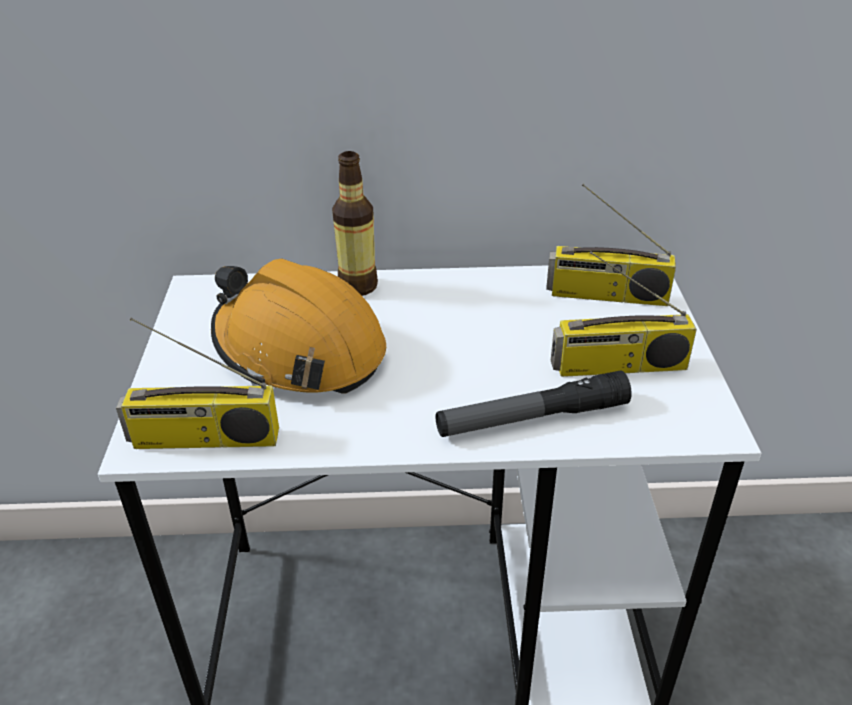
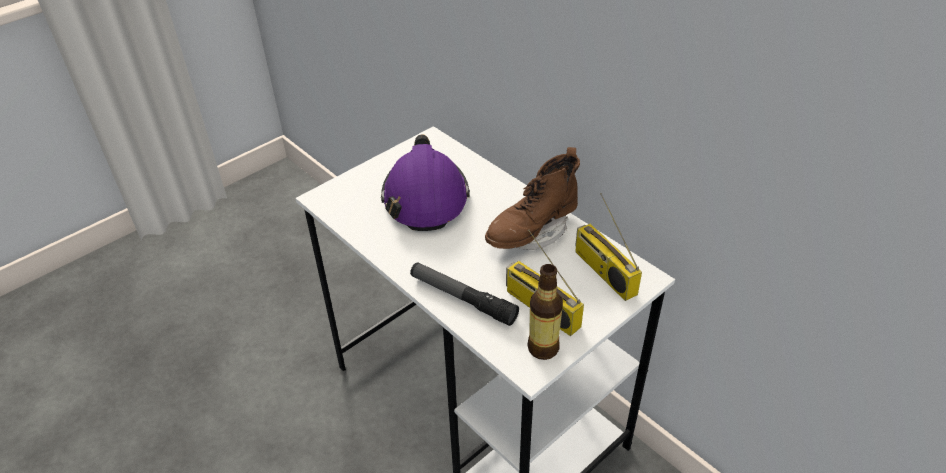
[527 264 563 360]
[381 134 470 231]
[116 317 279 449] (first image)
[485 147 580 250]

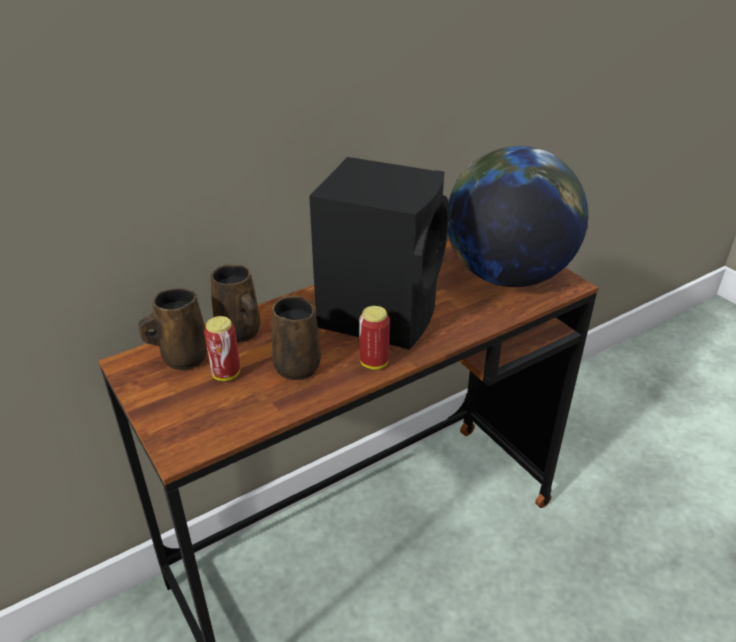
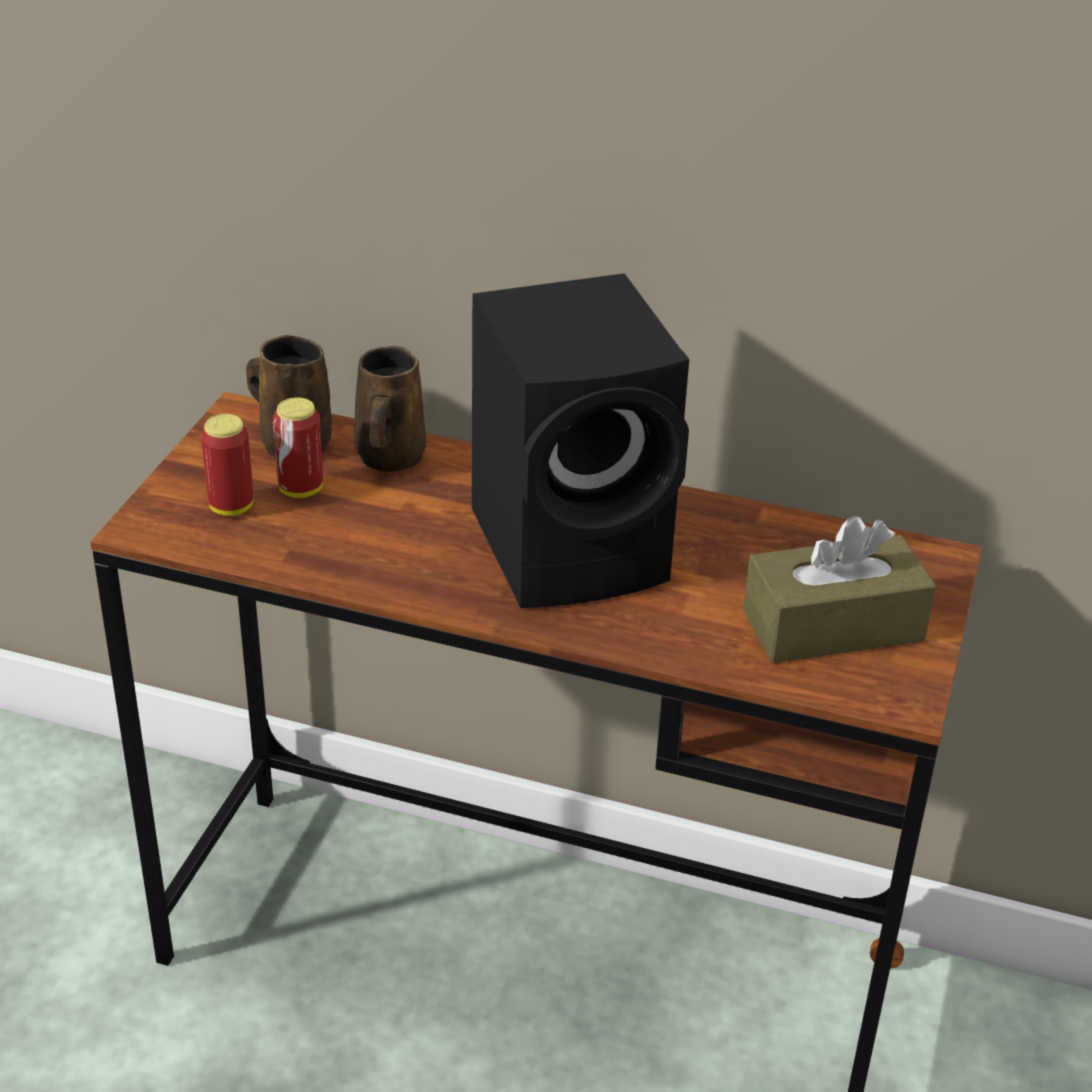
[743 516 936 663]
[272 296 321 380] (first image)
[201 414 253 516]

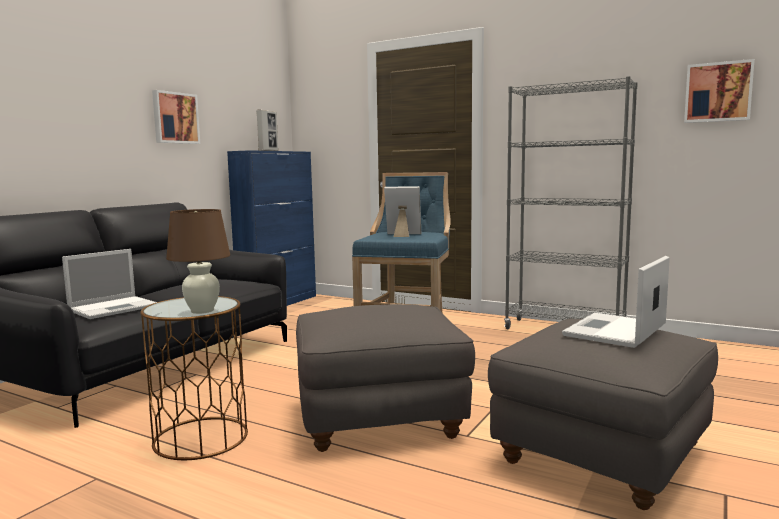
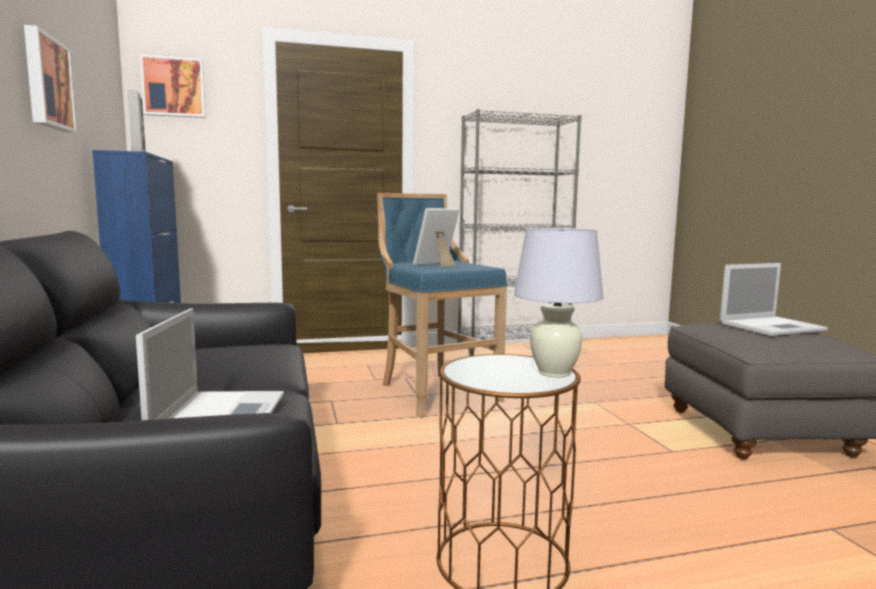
[140 54 206 118]
[514 228 603 377]
[720 263 828 336]
[296 304 475 452] (first image)

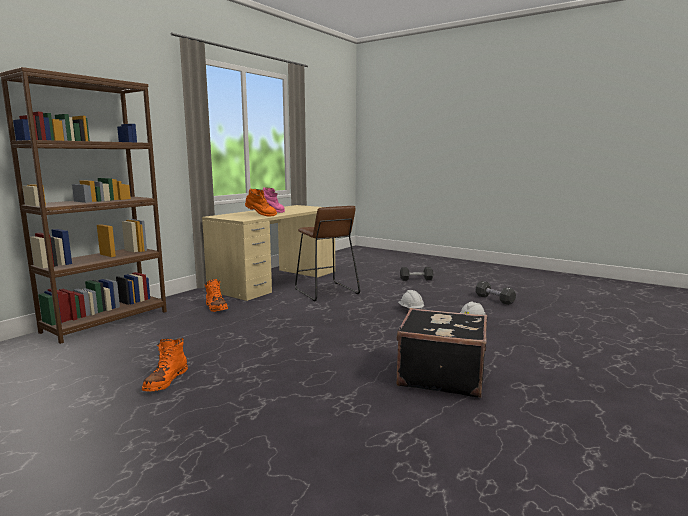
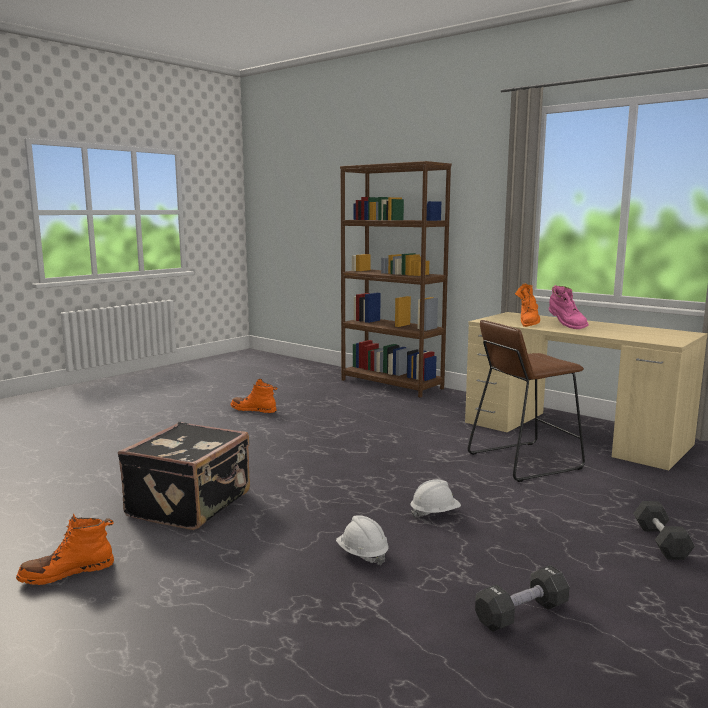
[16 514 114 585]

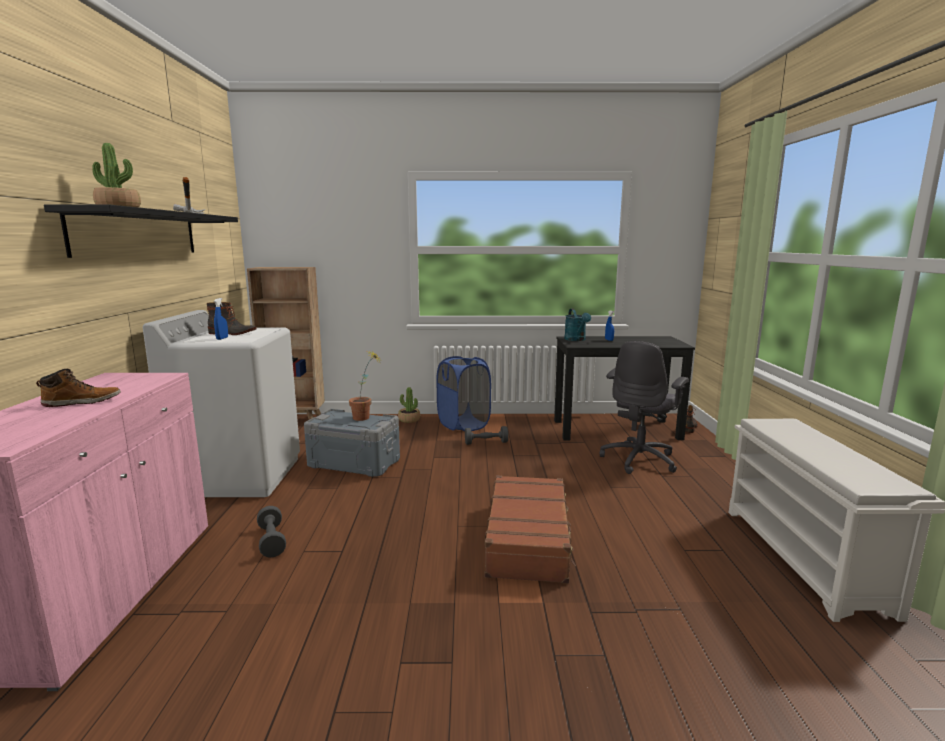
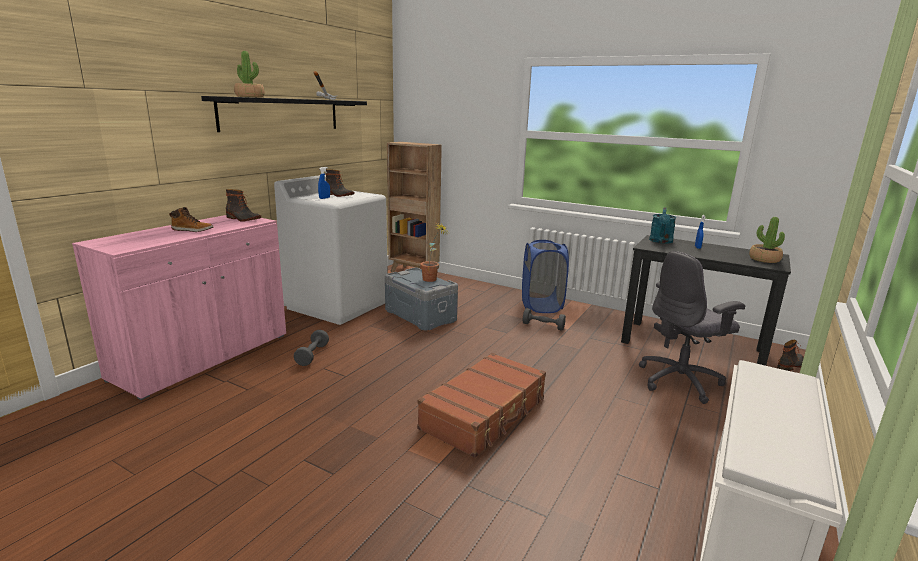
[749 217 785 263]
[226 189 262 222]

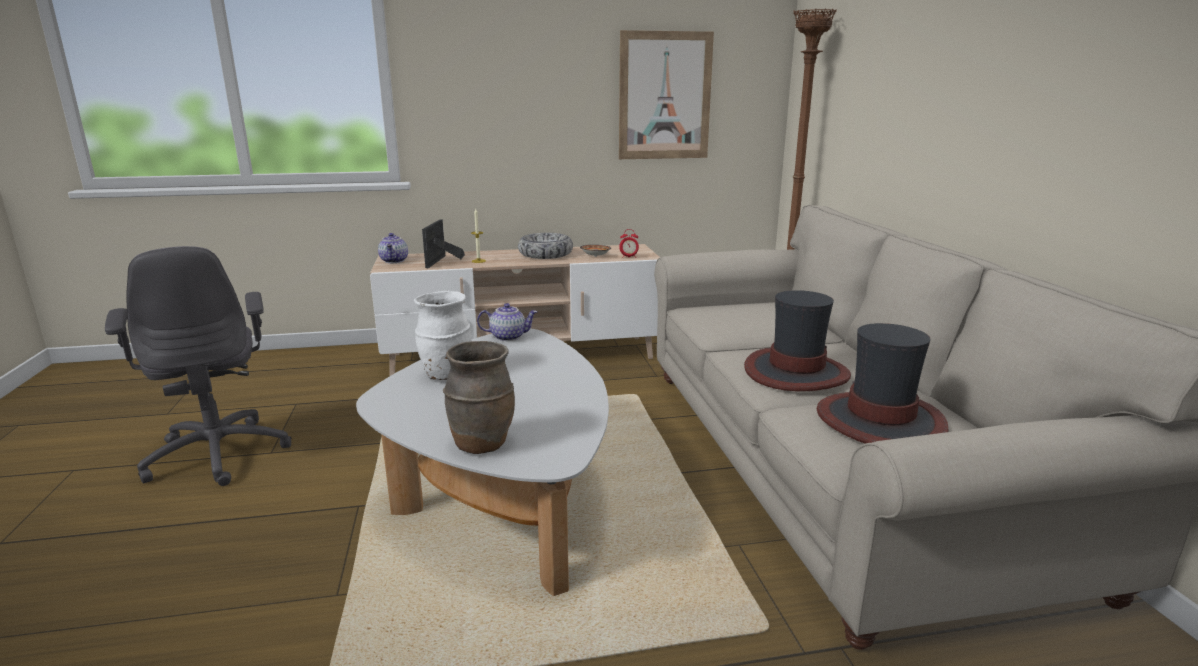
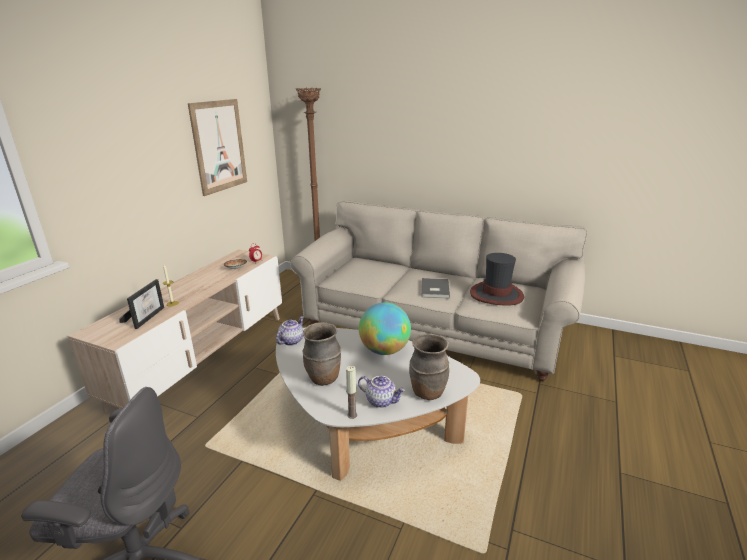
[119 279 164 329]
[358 376 405 408]
[518 233 573 259] (first image)
[422 278 450 299]
[302 323 341 386]
[359 302 411 355]
[346 366 357 419]

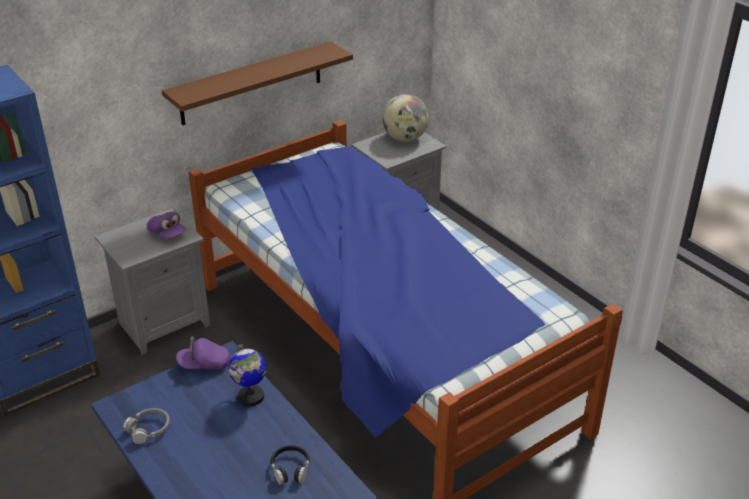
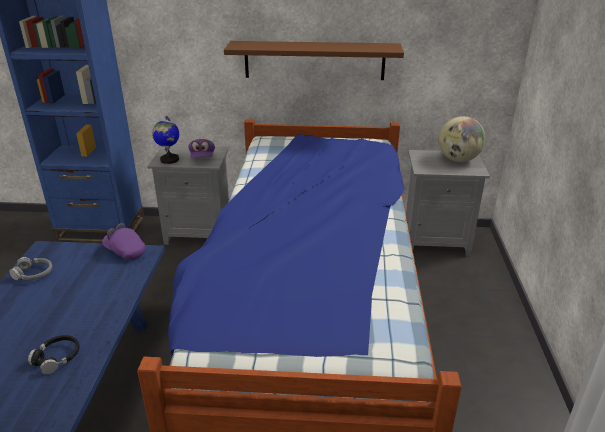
[152 116 179 164]

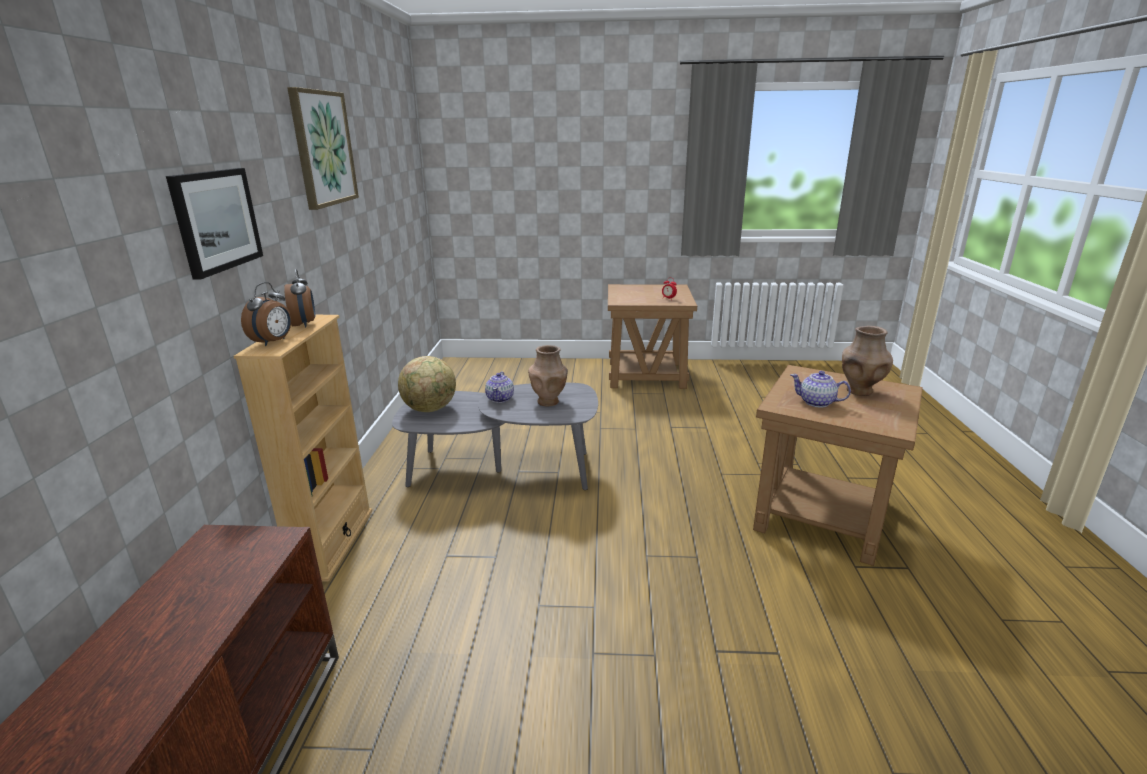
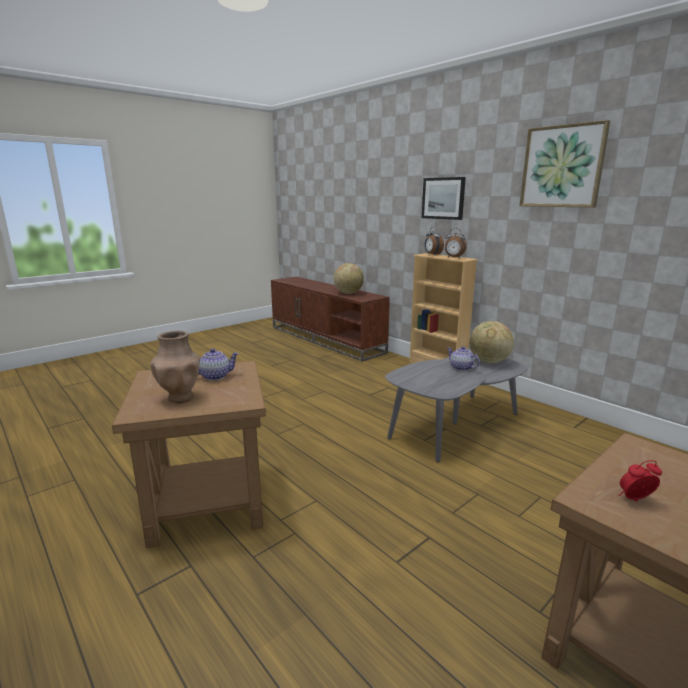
[528 345 568 406] (first image)
[333 263 364 294]

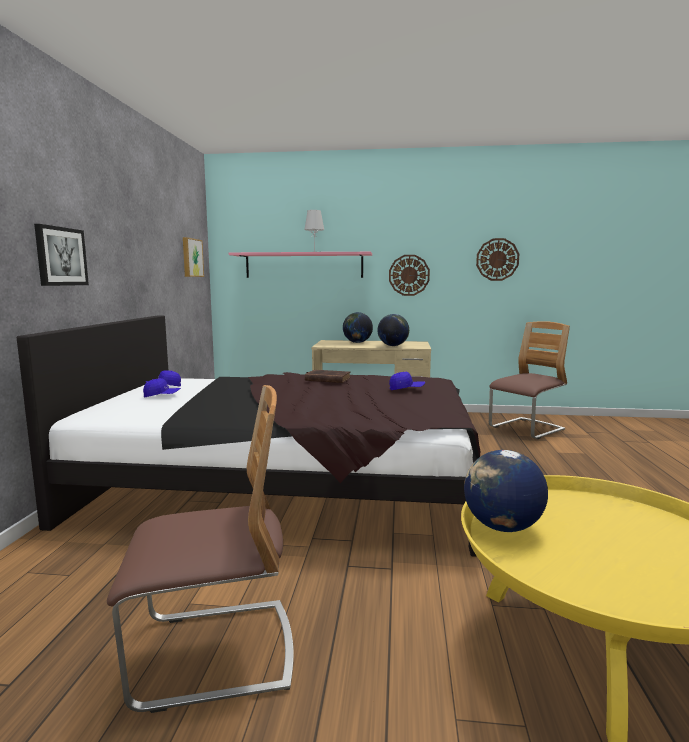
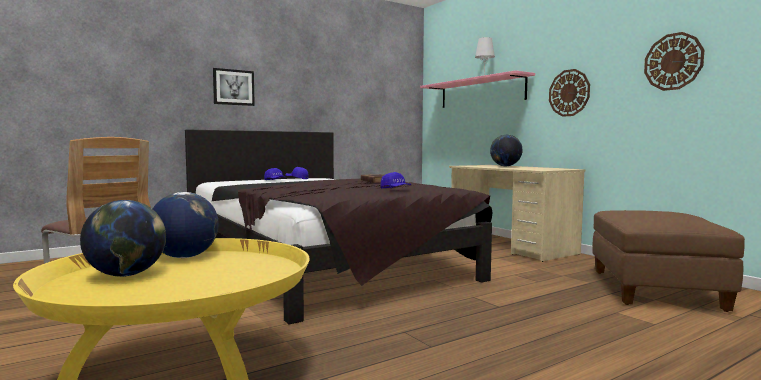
[183 237 204 277] (first image)
[80 200 166 277]
[592 210 745 312]

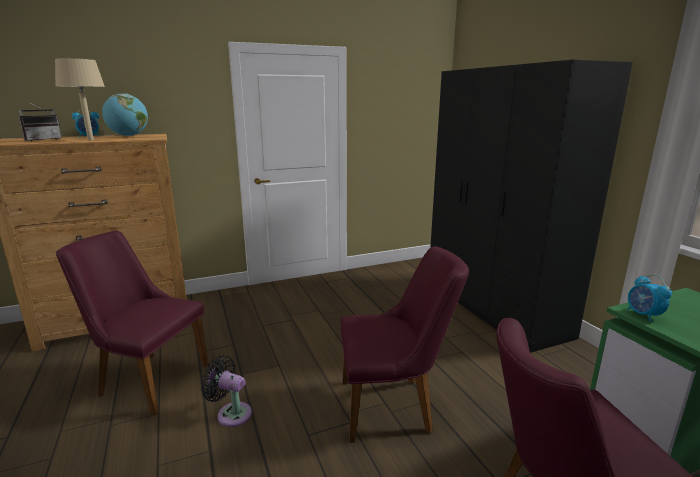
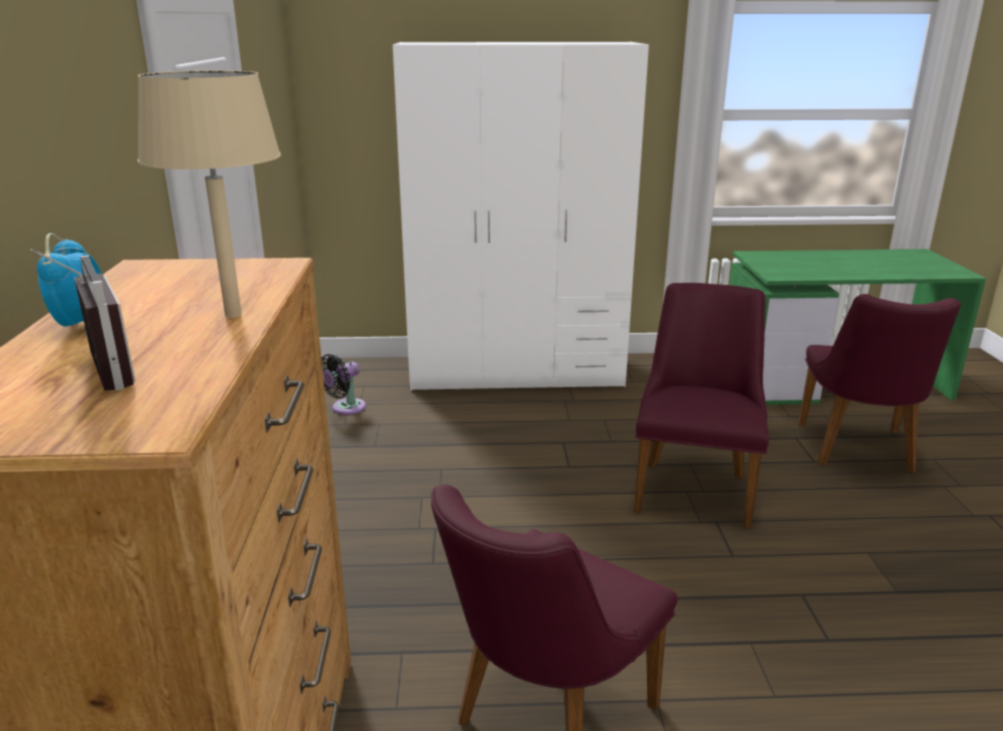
[393 42 649 390]
[102 94 148 136] (first image)
[627 275 672 322] (first image)
[321 354 366 415]

